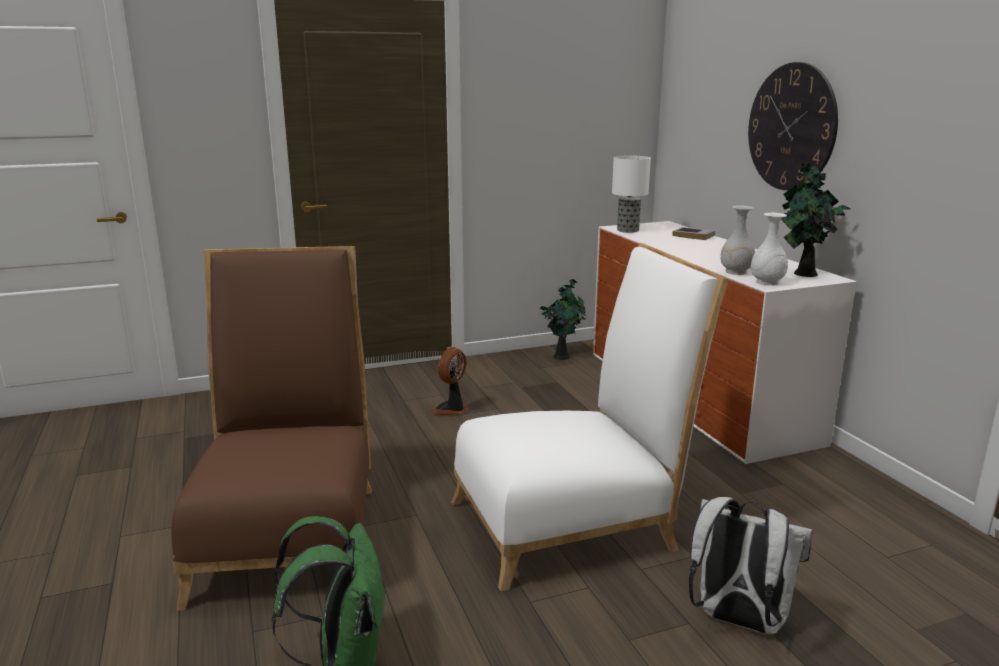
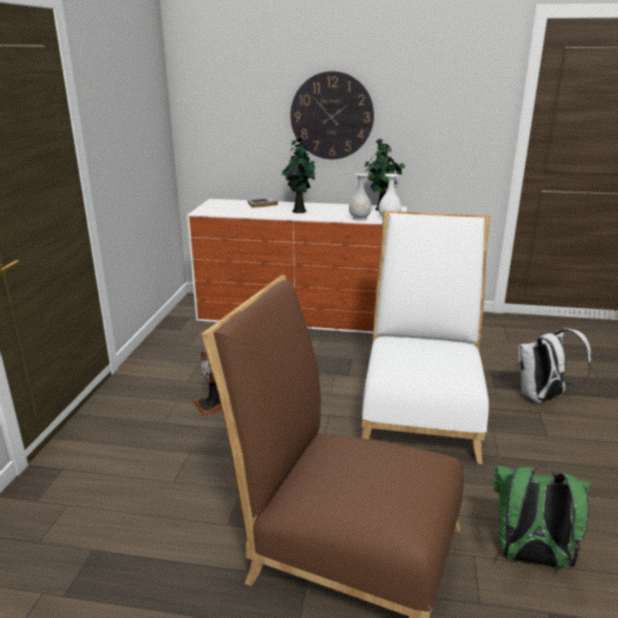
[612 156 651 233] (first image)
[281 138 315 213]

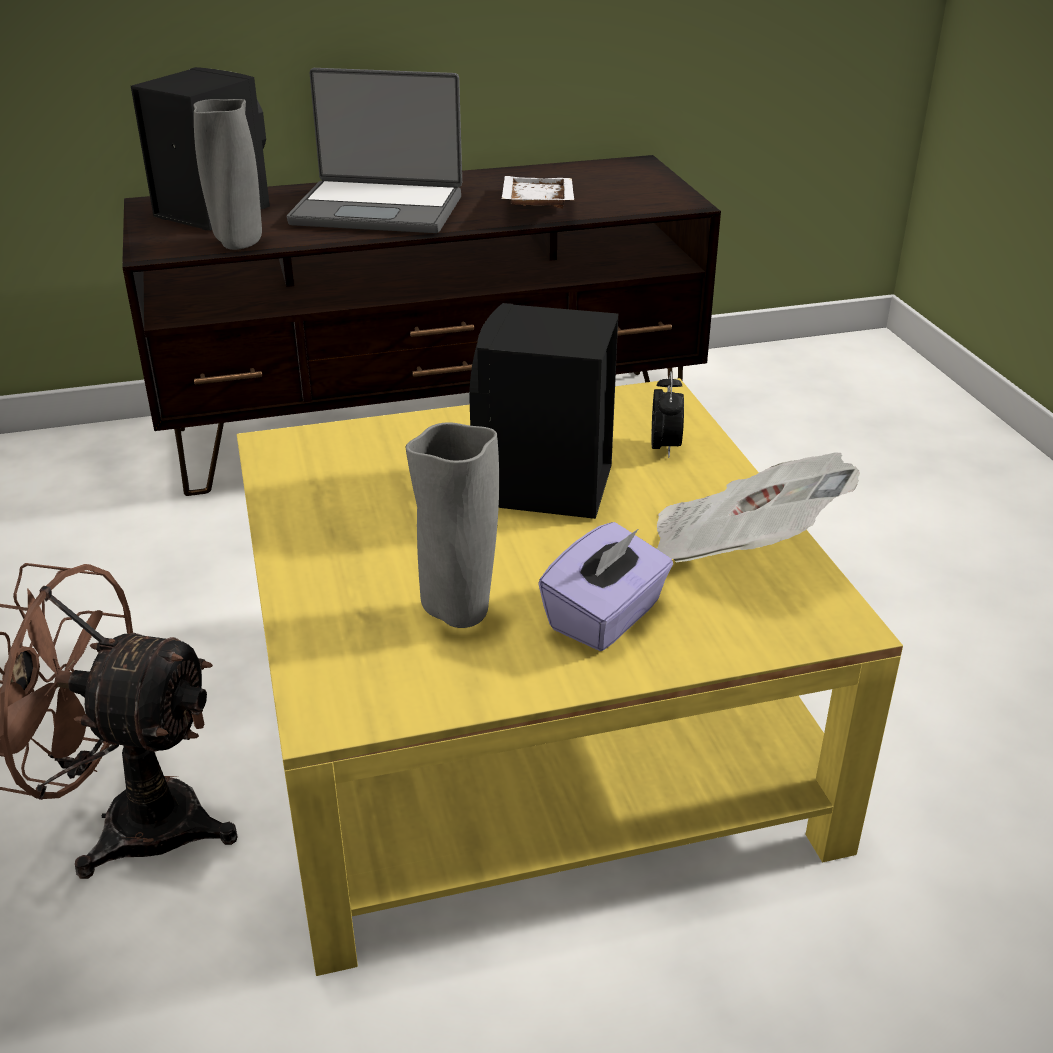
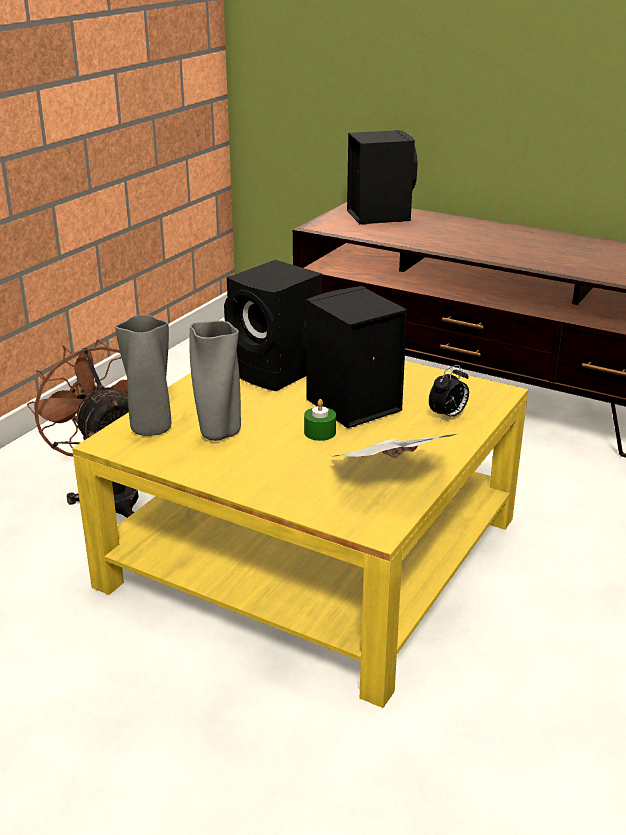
[287 68 462 233] (first image)
[115 315 171 436]
[502 176 574 209] (first image)
[538 522 673 651] (first image)
[224 260 322 391]
[304 399 336 441]

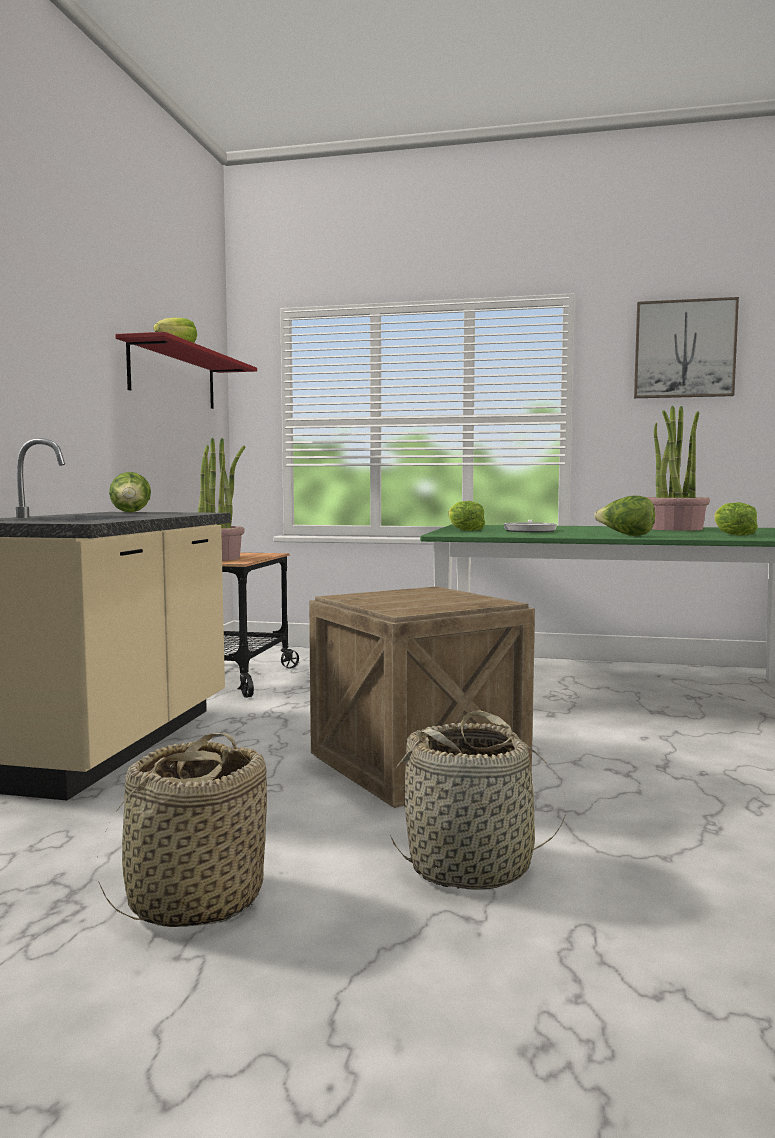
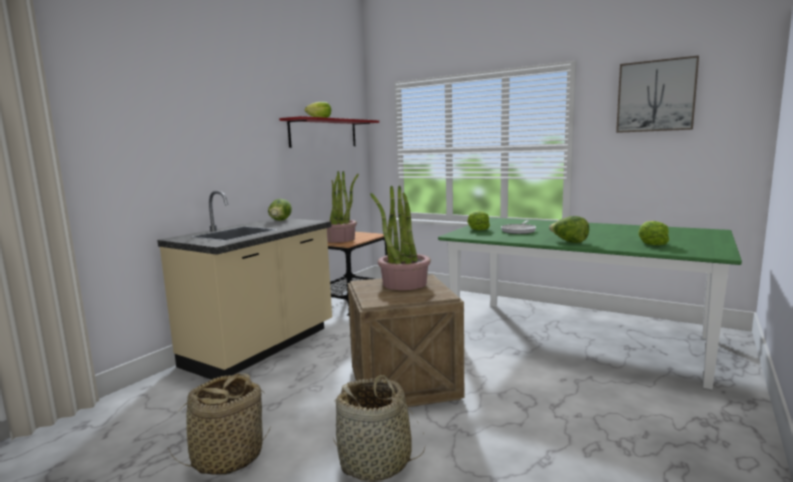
[370 185 431 290]

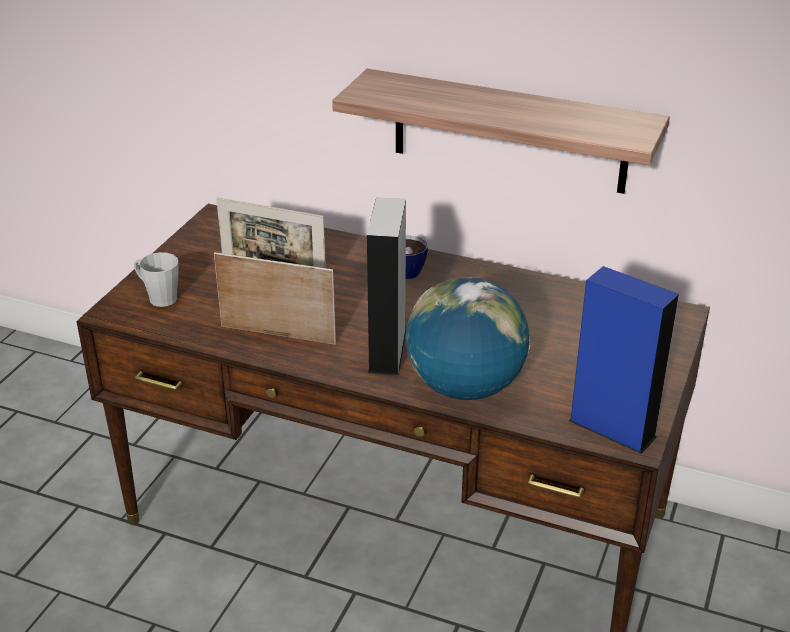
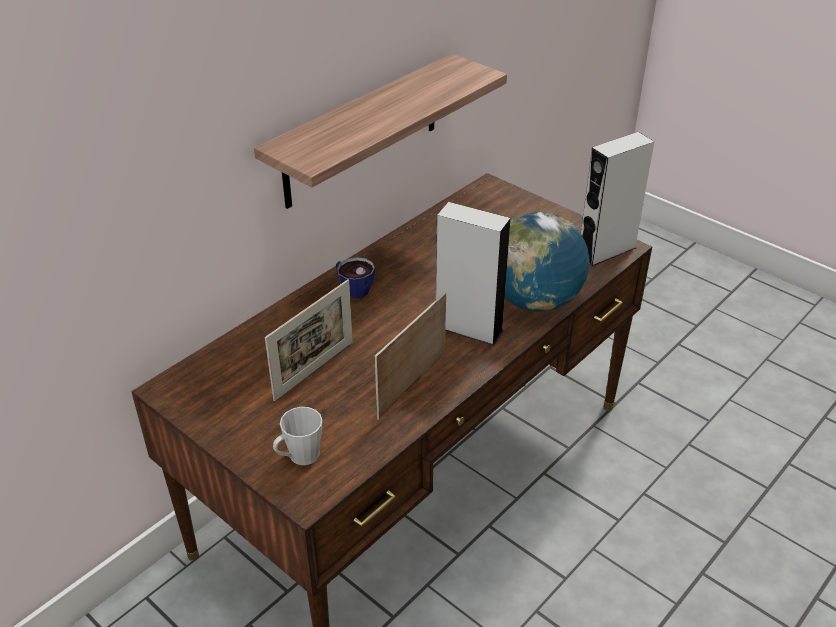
[581 132 654 266]

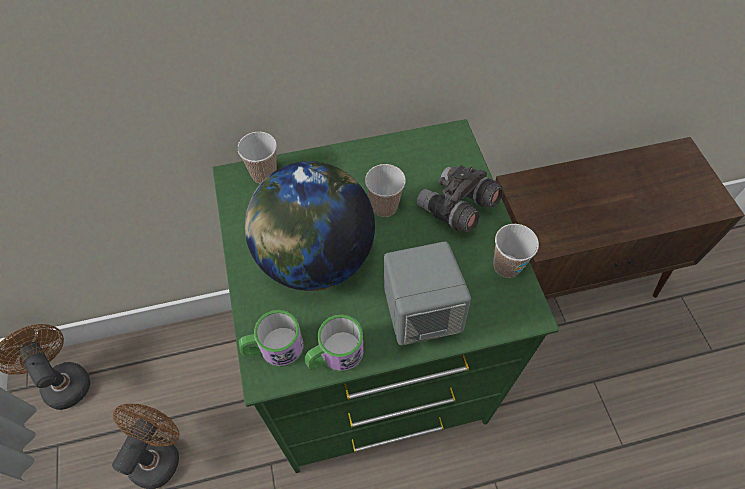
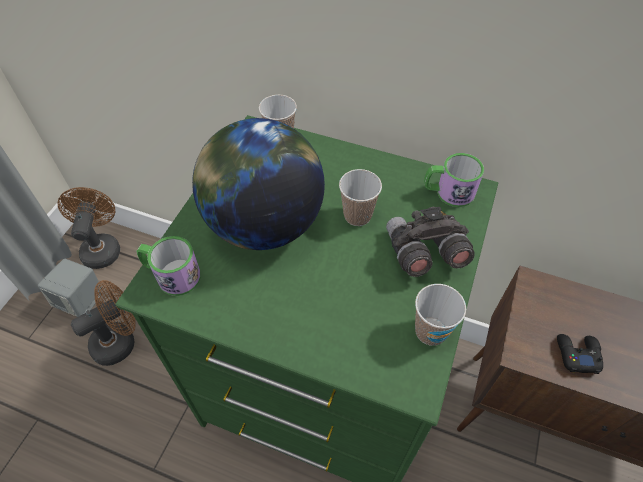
[38 259 102 317]
[424 153 484 207]
[557 334 603 374]

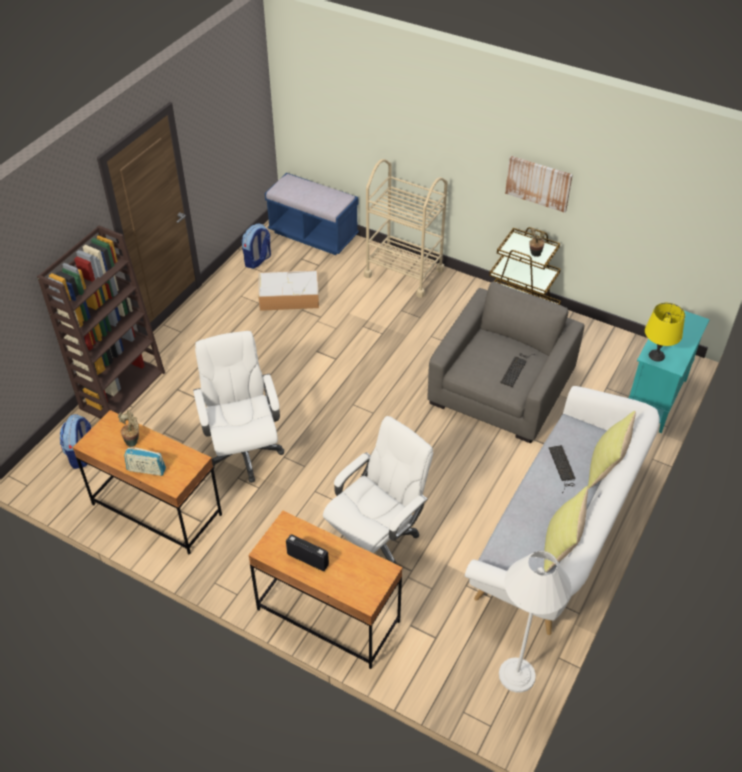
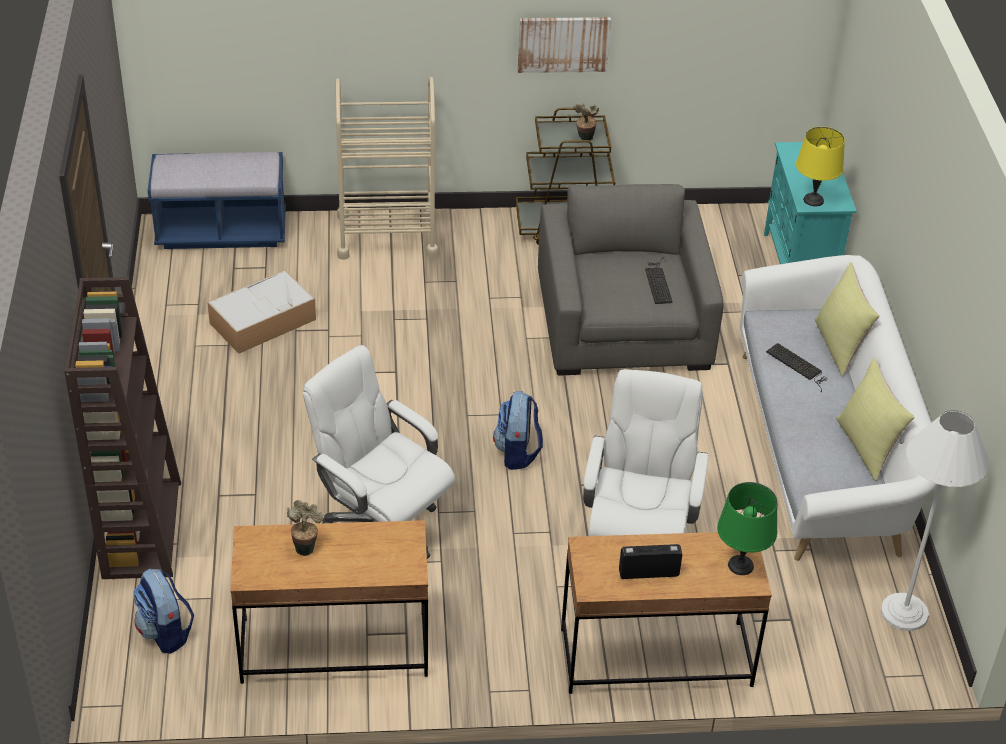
[493 391 543 470]
[124 447 166 476] (first image)
[717 482 778 575]

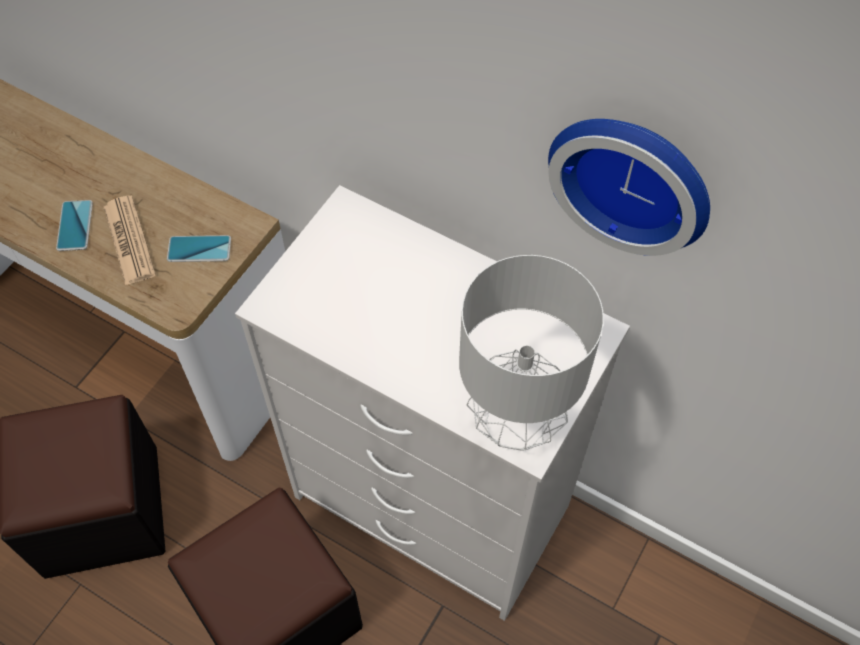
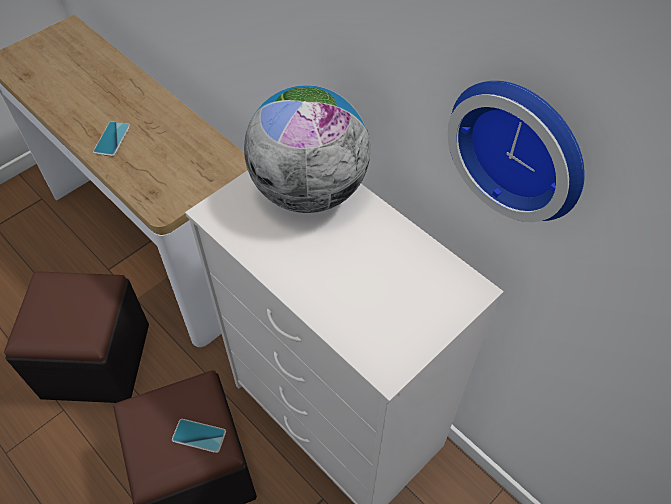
[104 195 156 286] (first image)
[172 419 226 453]
[459 255 604 451] (first image)
[244 85 370 213]

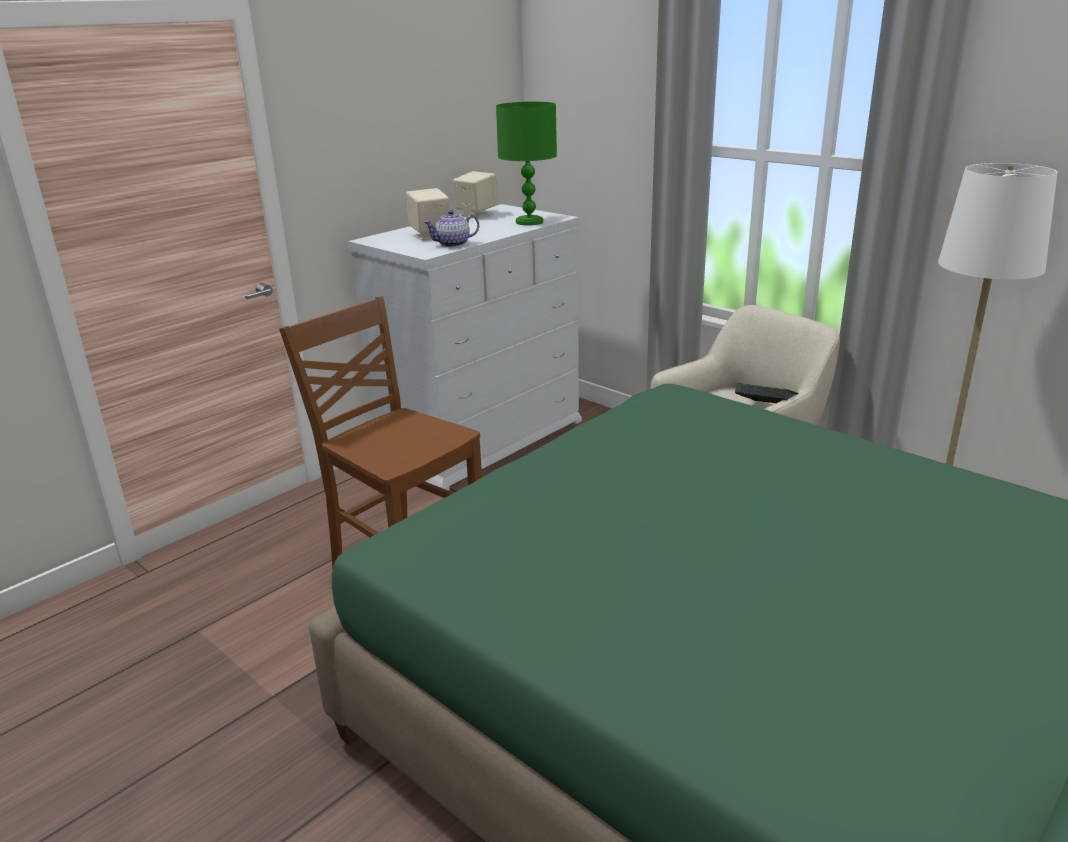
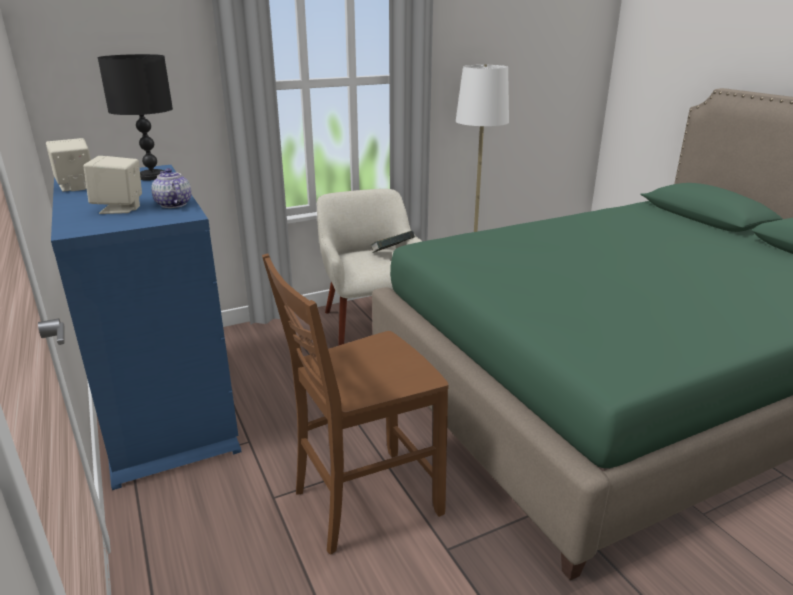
[97 54 173 181]
[51 165 242 490]
[151 168 192 208]

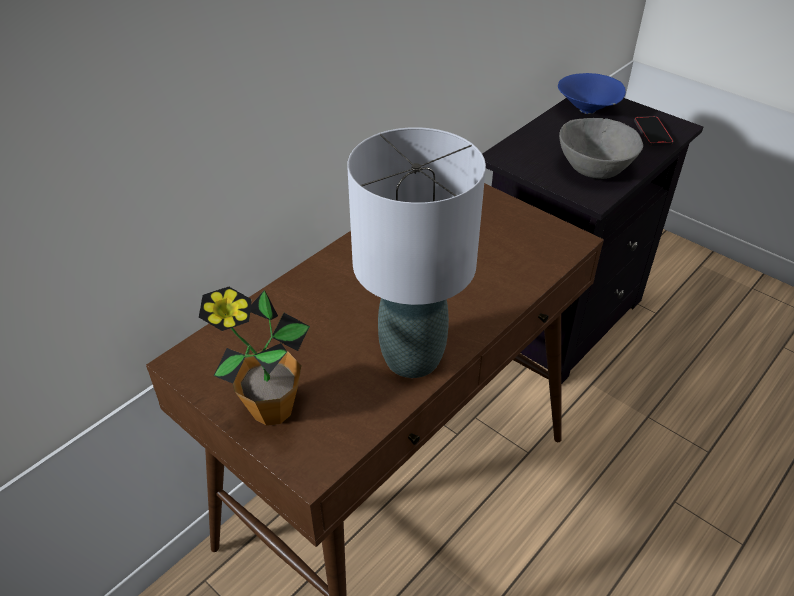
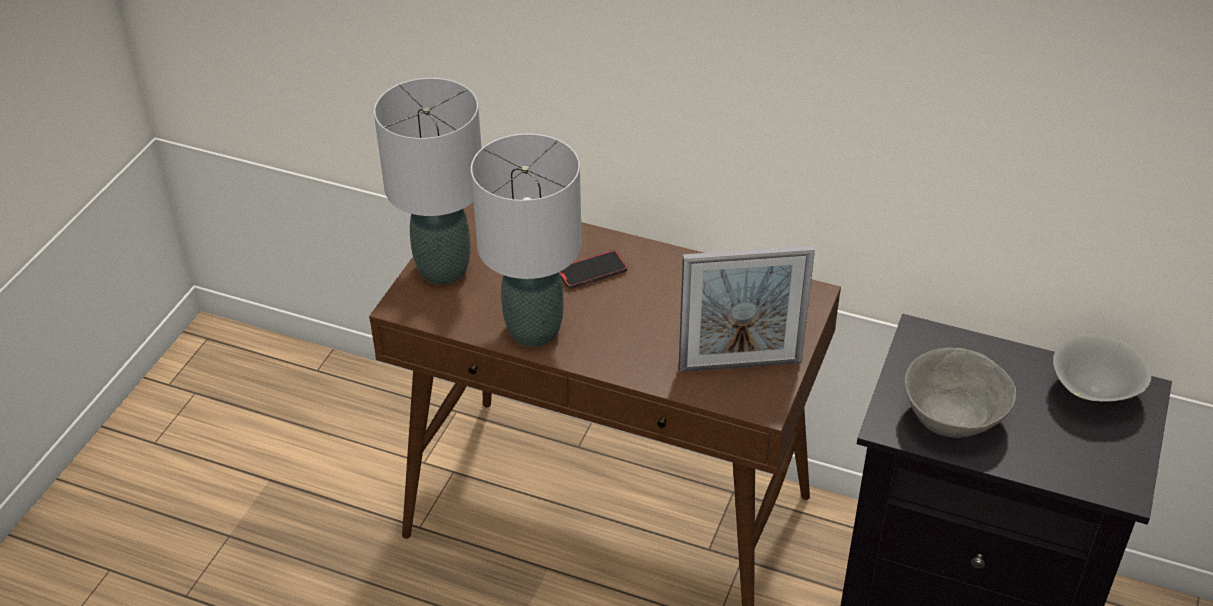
[1053 334 1151 402]
[559 250 627 289]
[374 78 482 285]
[679 245 815 372]

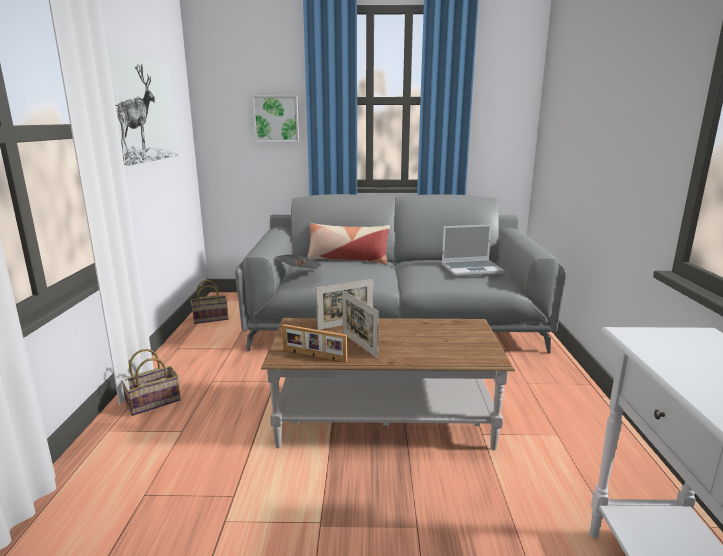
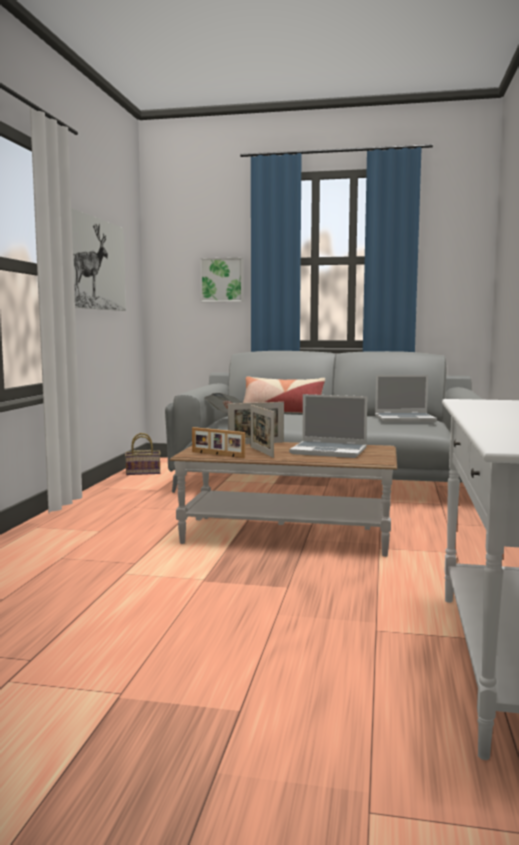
[121 349 181 416] (first image)
[289 394 367 458]

